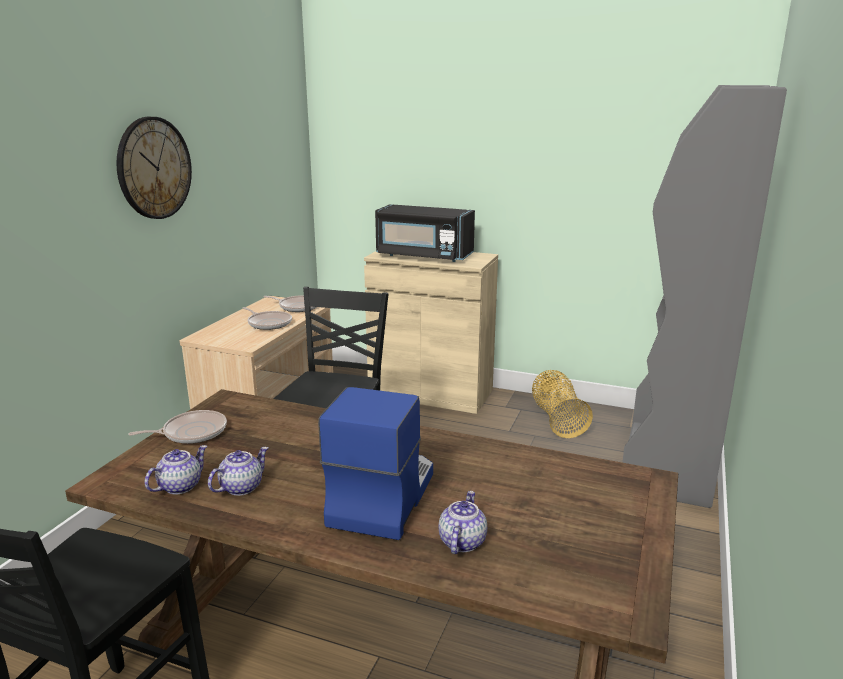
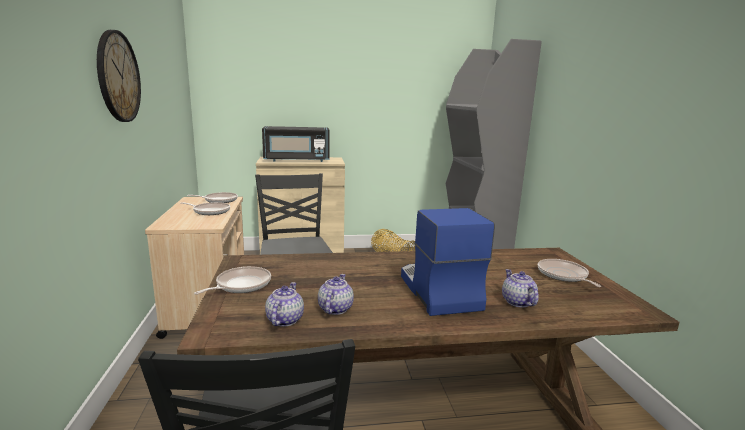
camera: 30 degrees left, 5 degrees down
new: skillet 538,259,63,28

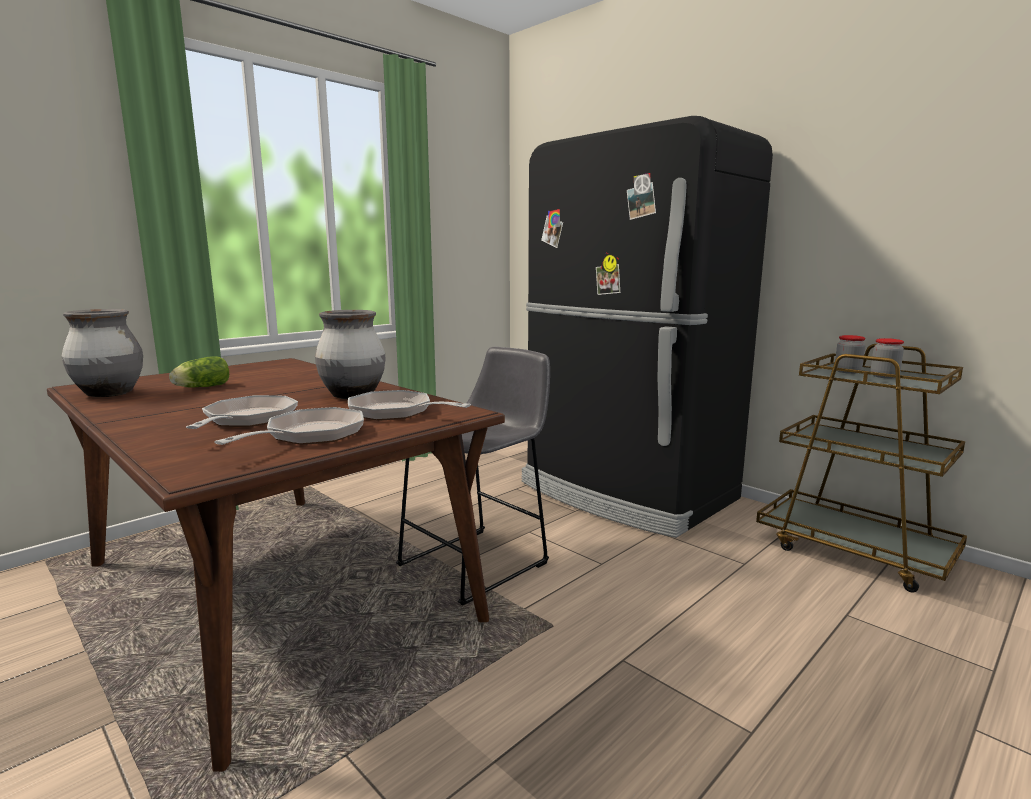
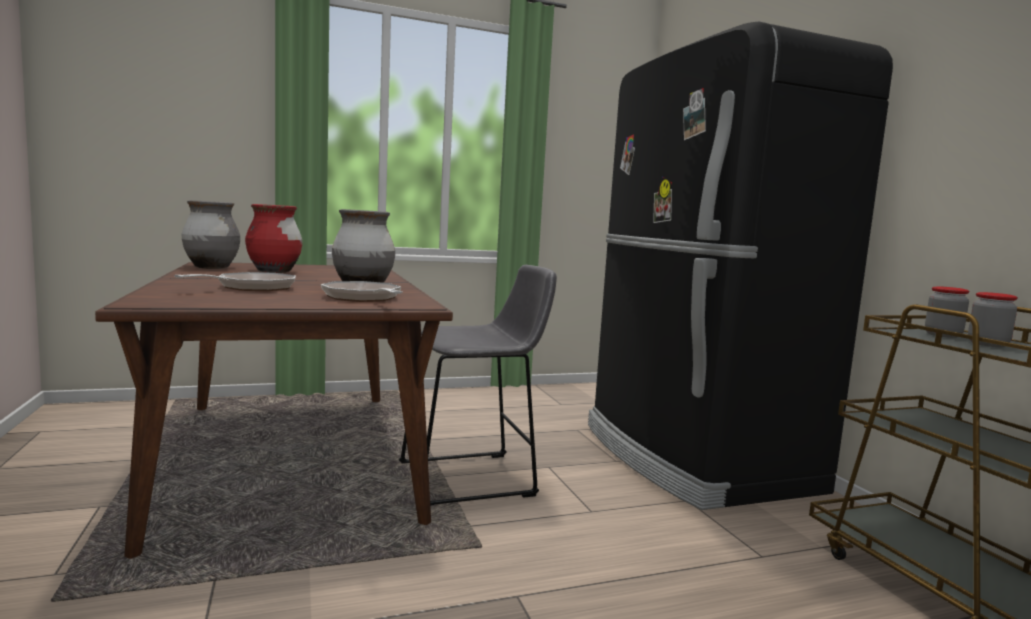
camera: 25 degrees right, 5 degrees down
gone: skillet 214,407,150,38
swapped: lettuce 169,356,60,32 to red-coloured_vase 245,204,57,69

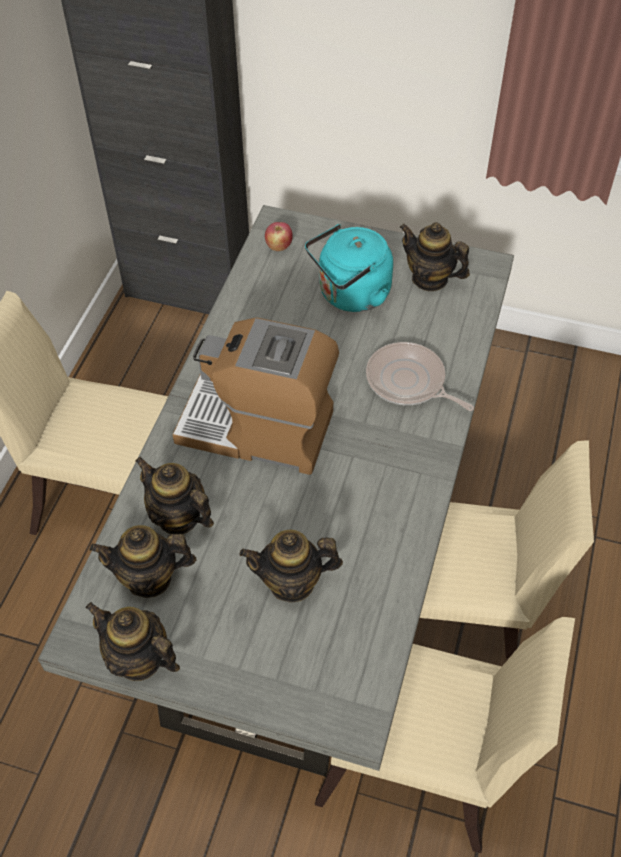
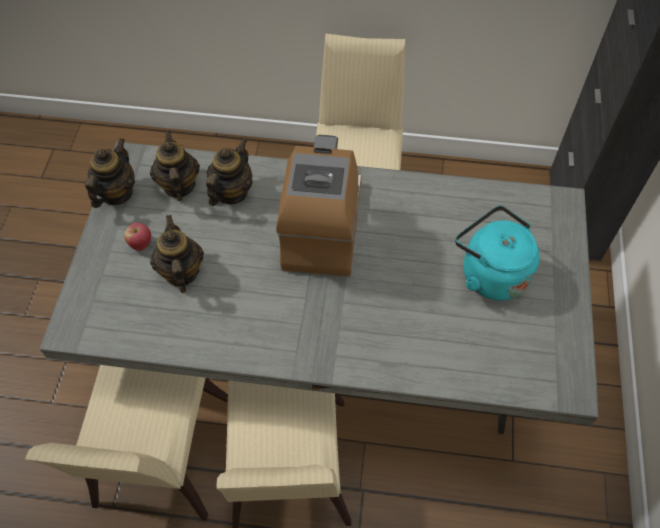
camera: 80 degrees right, 5 degrees up
gone: skillet 366,342,108,69; tea_pot 399,222,71,69
shifted: apple 265,222,28,29 to 124,223,28,28

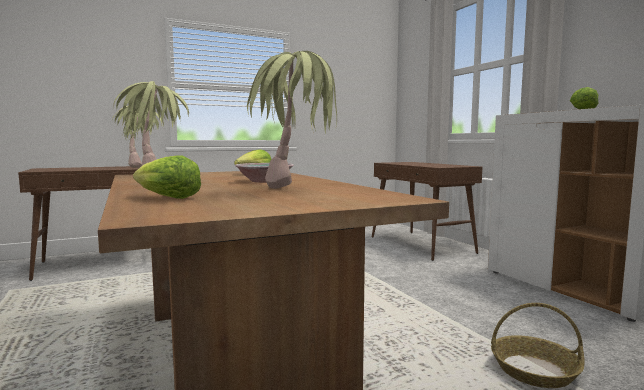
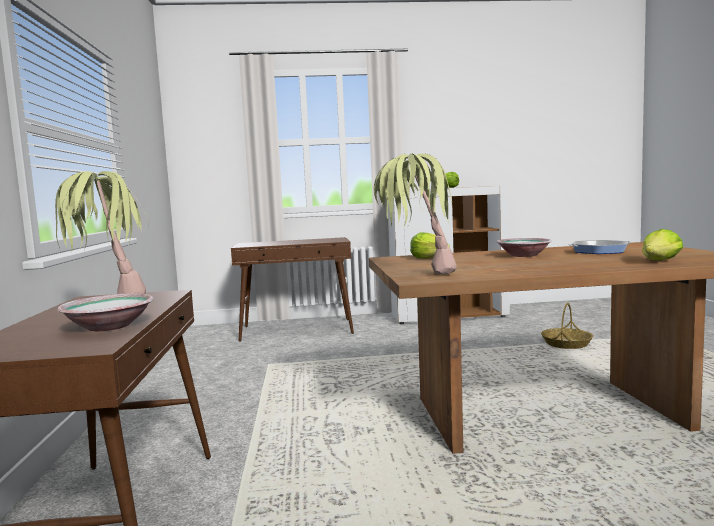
camera: 70 degrees left, 0 degrees up
new: serving_bowl 57,294,97,37
swapped: houseplant 247,51,90,138 to skillet 568,240,63,14

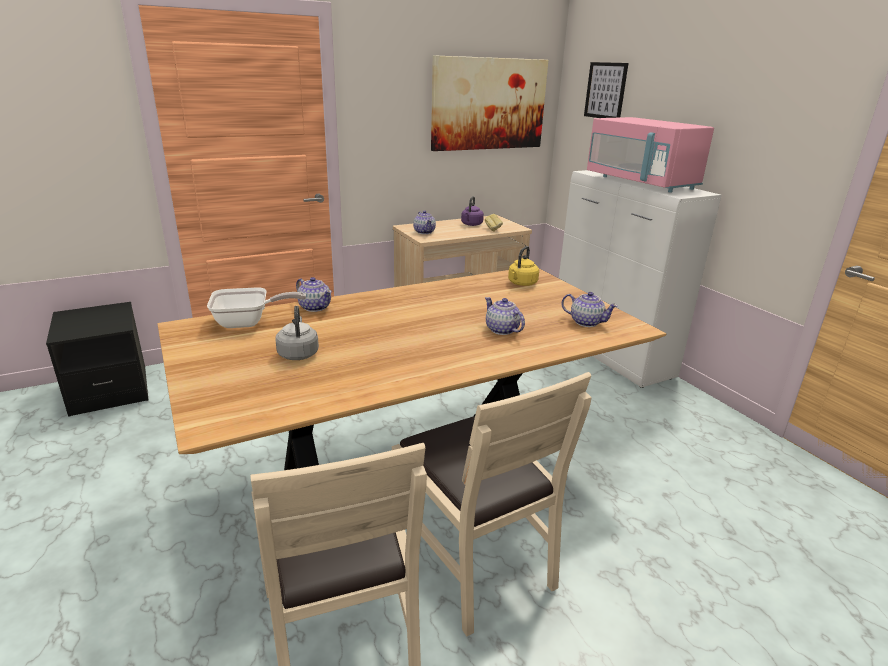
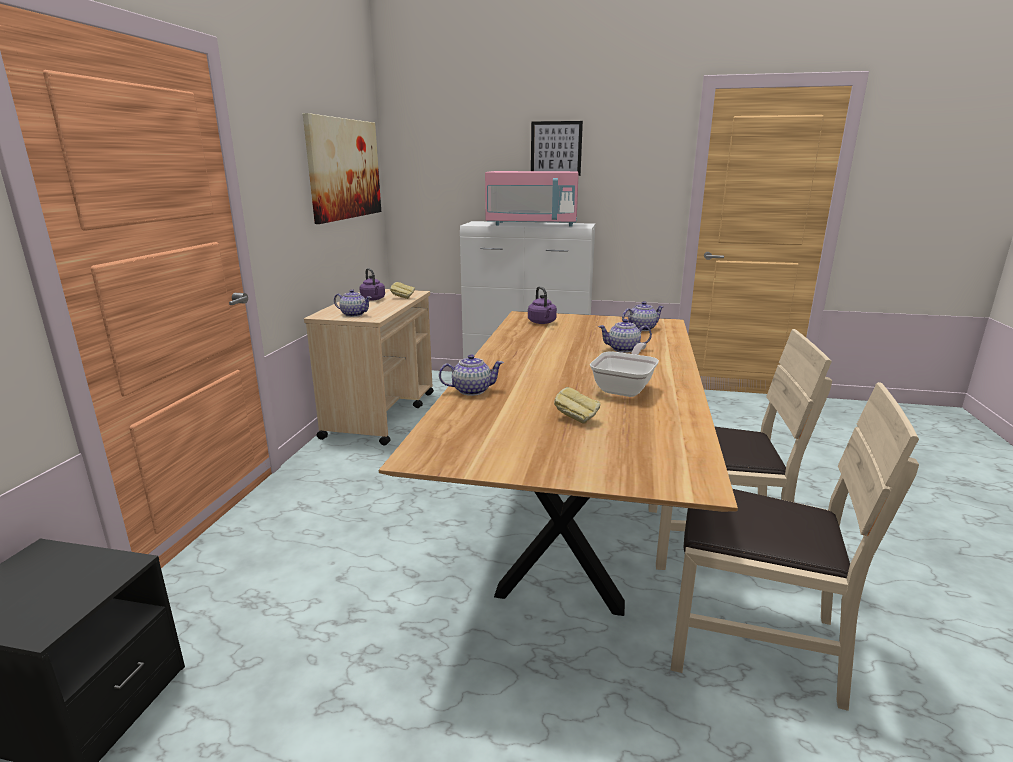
camera: 50 degrees left, 5 degrees down
shifted: skillet 207,288,99,40 to 590,343,69,54; picture 584,62,44,56 to 531,121,52,55
swapped: greyish_kettle 275,306,44,54 to bread 554,387,47,36
repainted: yellow_kettle 508,246,31,40 to purple_kettle 528,286,29,38

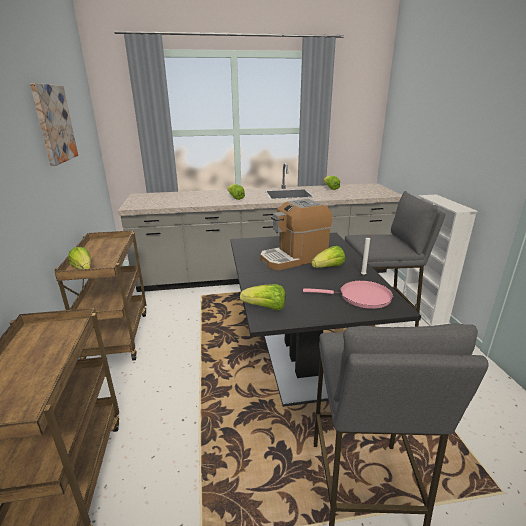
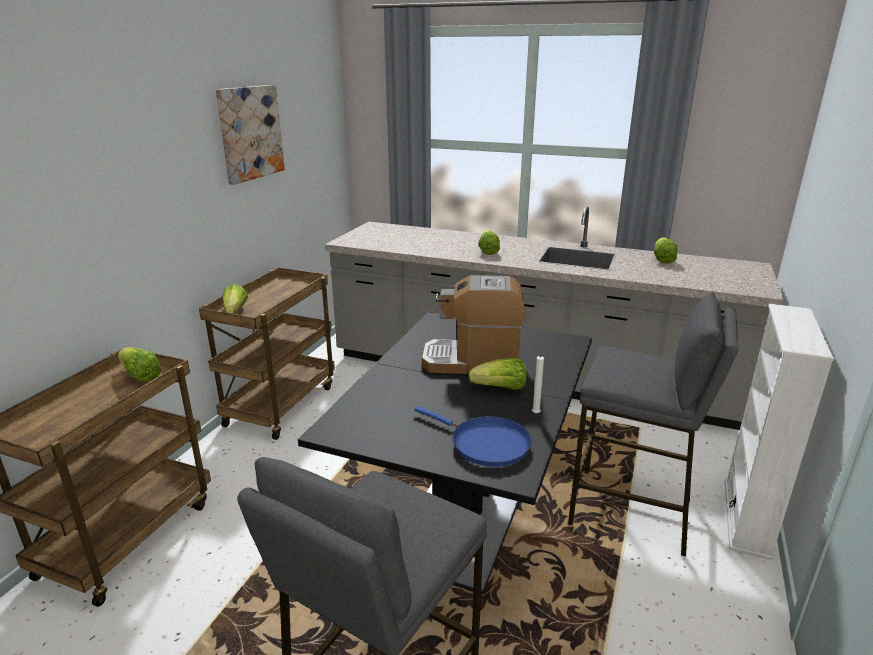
camera: 30 degrees right, 0 degrees up
shifted: lettuce 240,284,45,26 to 118,347,44,35
repainted: pink_skillet 303,281,90,28 to blue-coloured_skillet 414,406,118,61

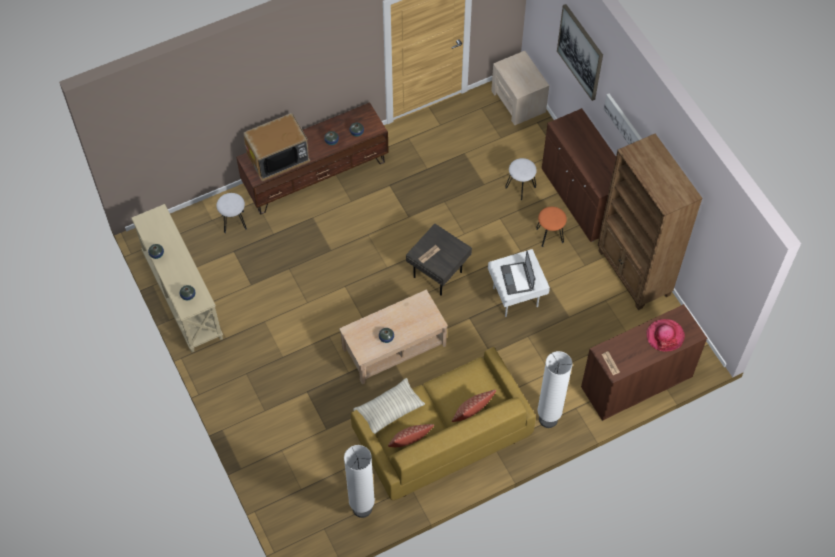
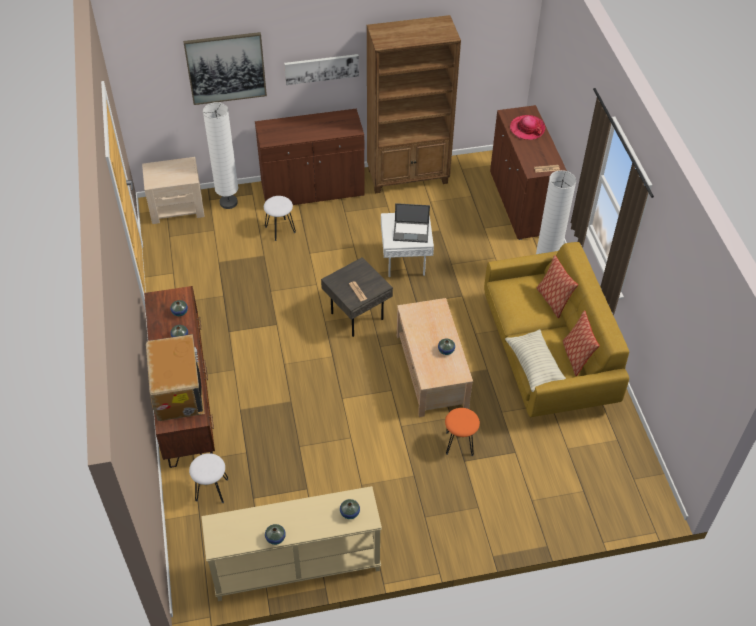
camera: 75 degrees left, 10 degrees down
shifted: whitish_floor_lamp 344,445,31,73 to 203,102,35,107; orange_stool_seat 536,206,31,41 to 445,408,35,48

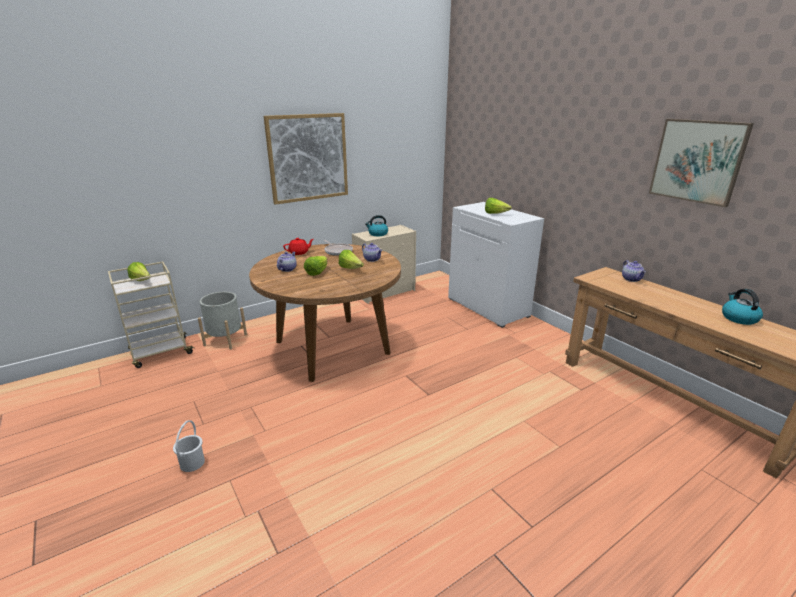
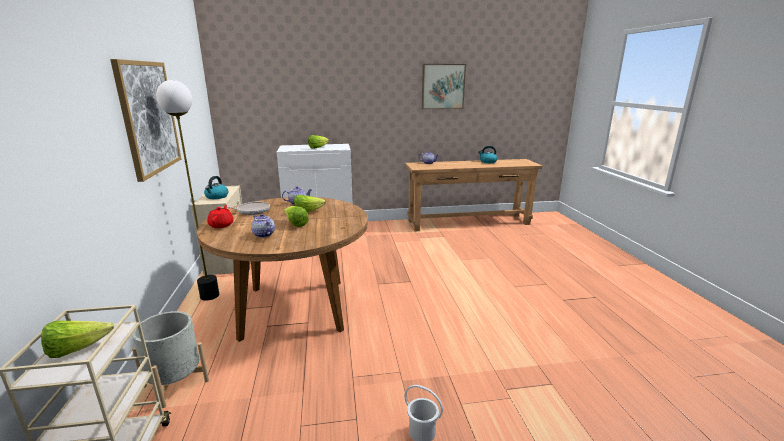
camera: 65 degrees left, 5 degrees down
new: floor_lamp 156,80,63,221

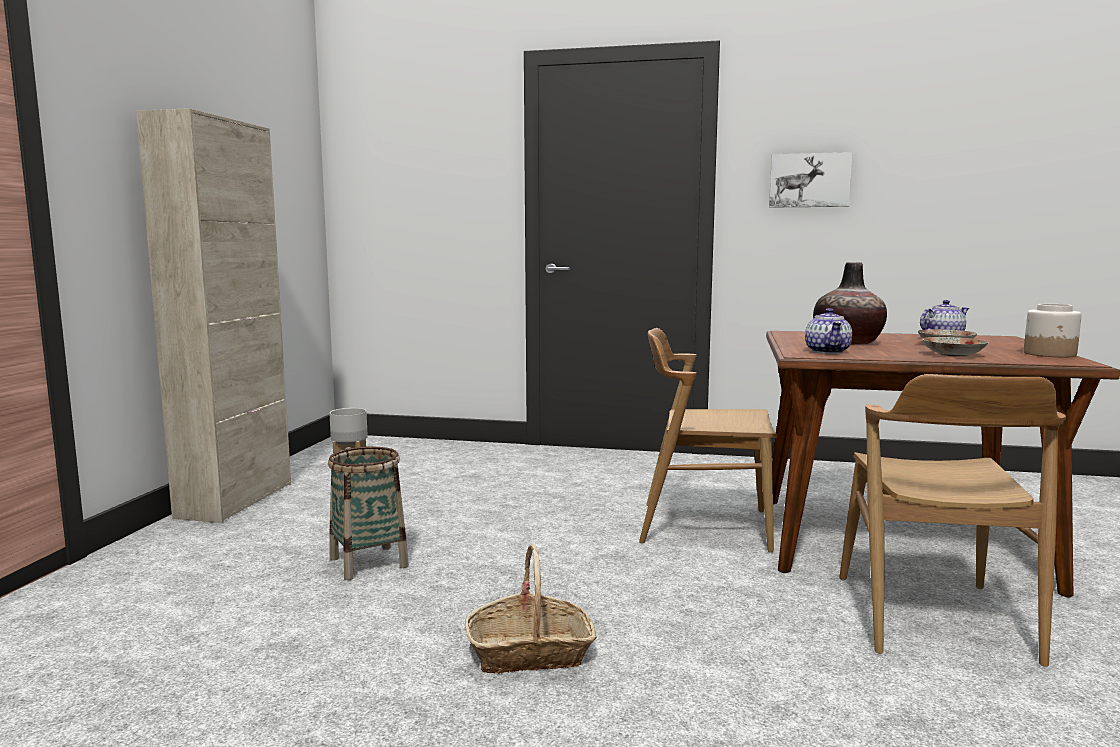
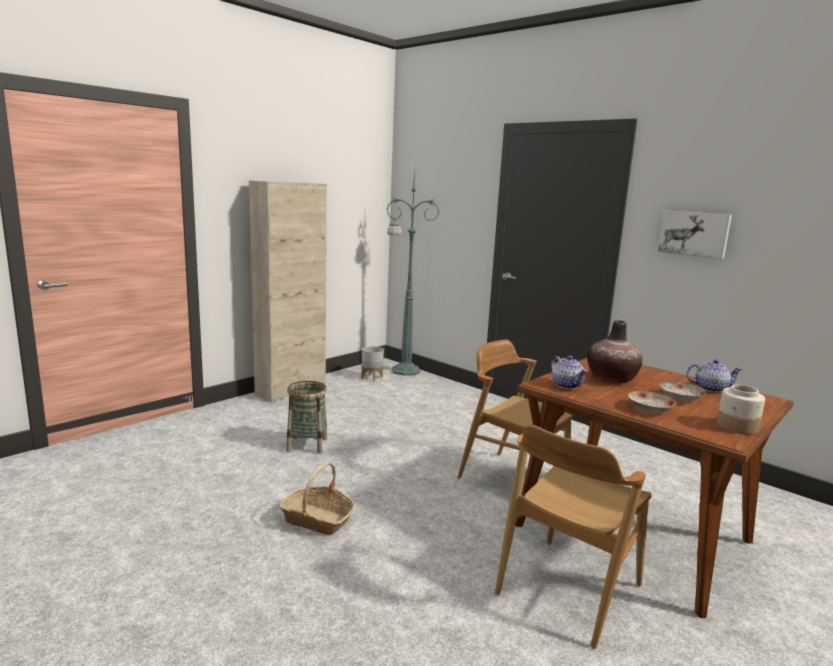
camera: 30 degrees right, 5 degrees up
new: greenish_floor_lamp 387,170,53,206
rotated: tea_pot 805,308,47,46 = 551,355,37,34 60 degrees counterclockwise

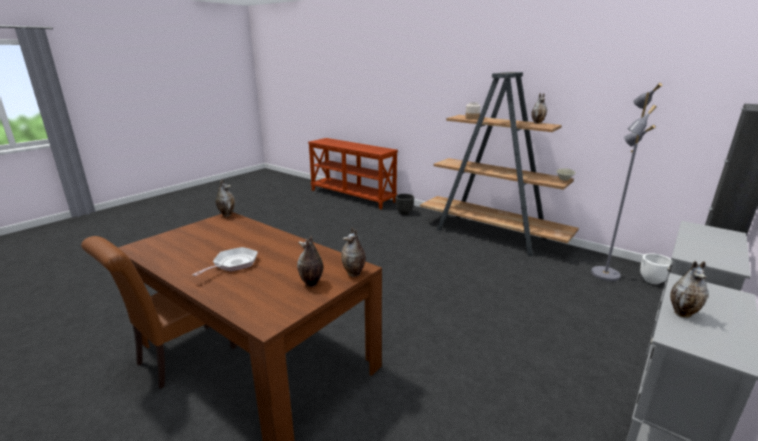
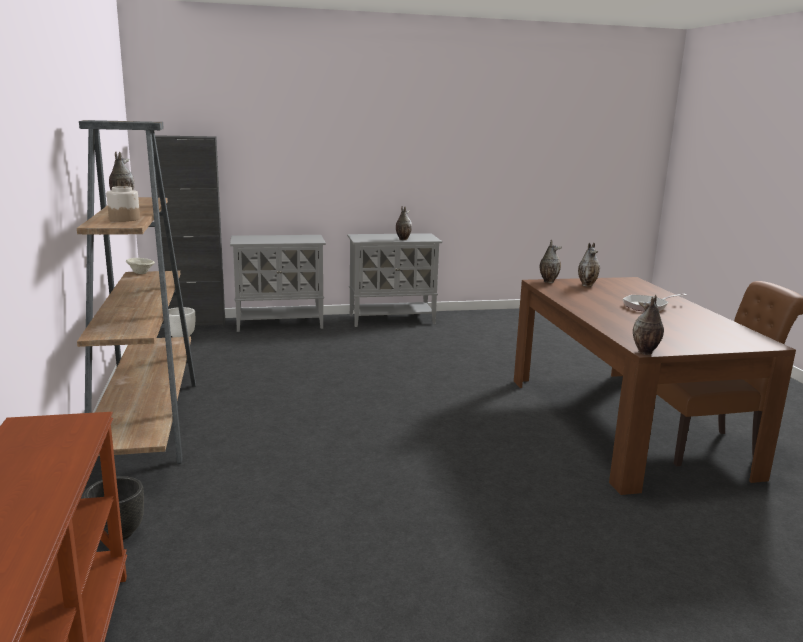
camera: 140 degrees left, 5 degrees down
gone: greyish_floor_lamp 591,83,71,198

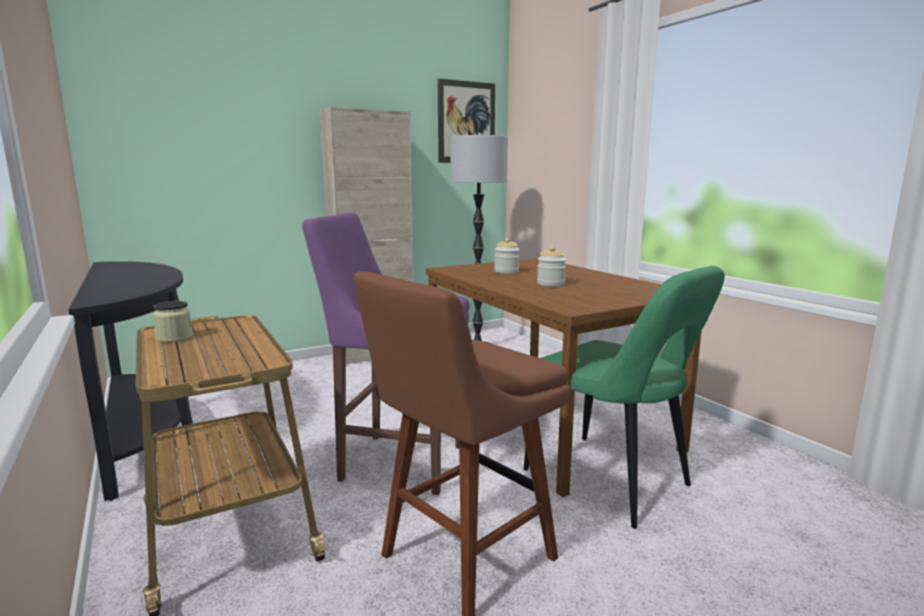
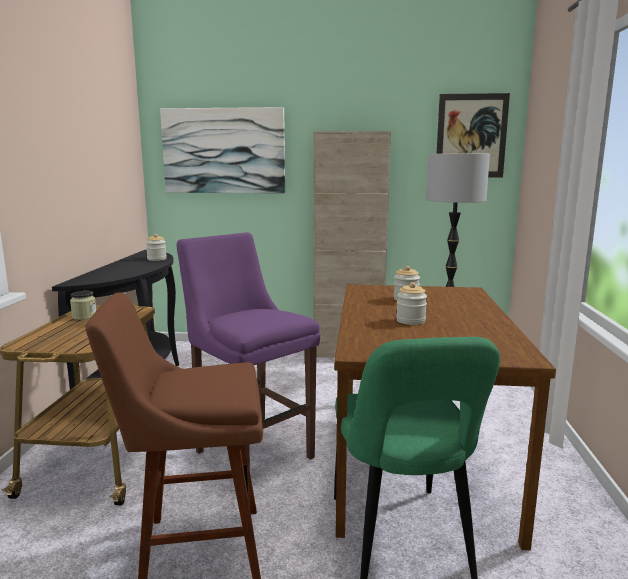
camera: 35 degrees right, 0 degrees up
new: jar 146,234,21,27; picture 160,107,125,86

